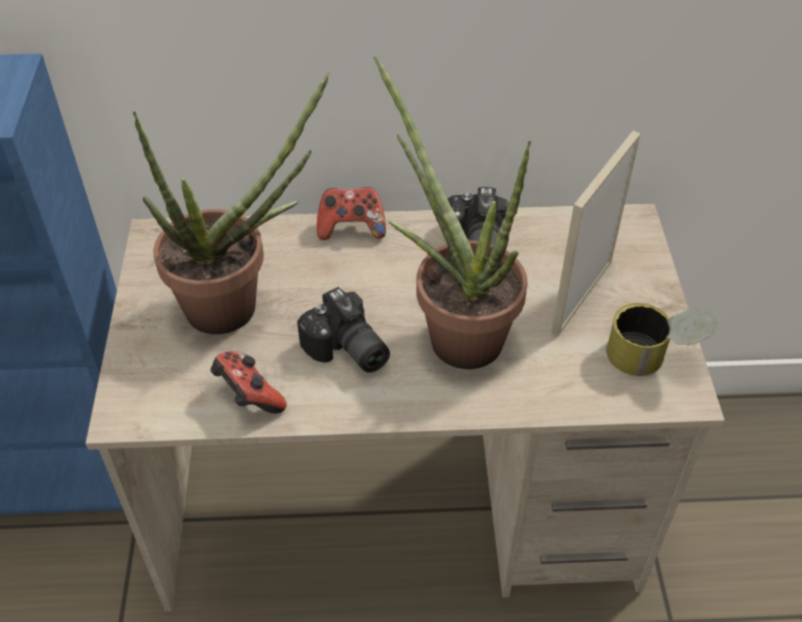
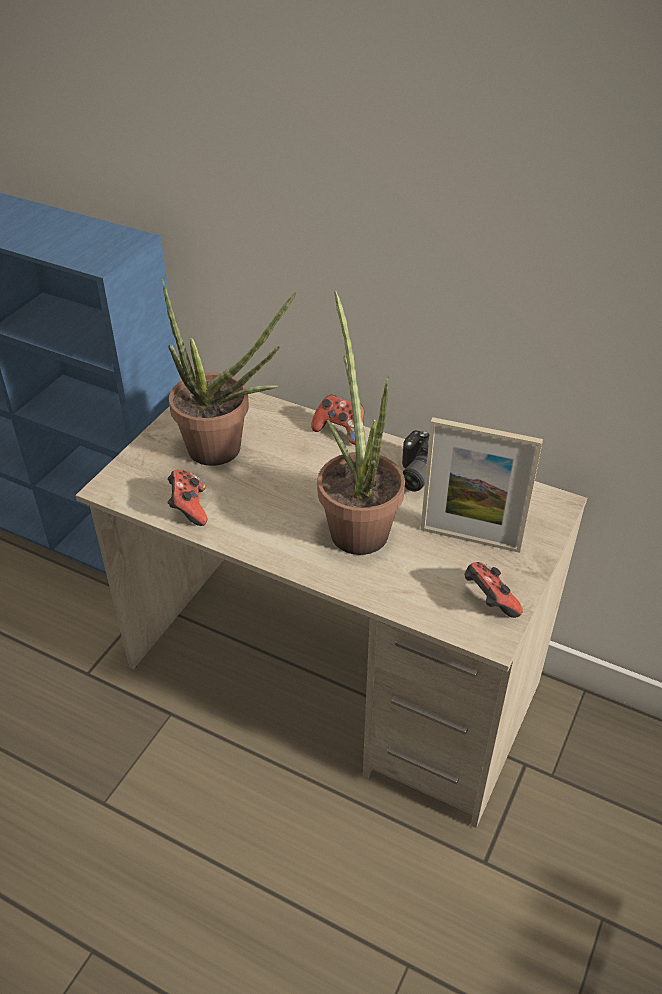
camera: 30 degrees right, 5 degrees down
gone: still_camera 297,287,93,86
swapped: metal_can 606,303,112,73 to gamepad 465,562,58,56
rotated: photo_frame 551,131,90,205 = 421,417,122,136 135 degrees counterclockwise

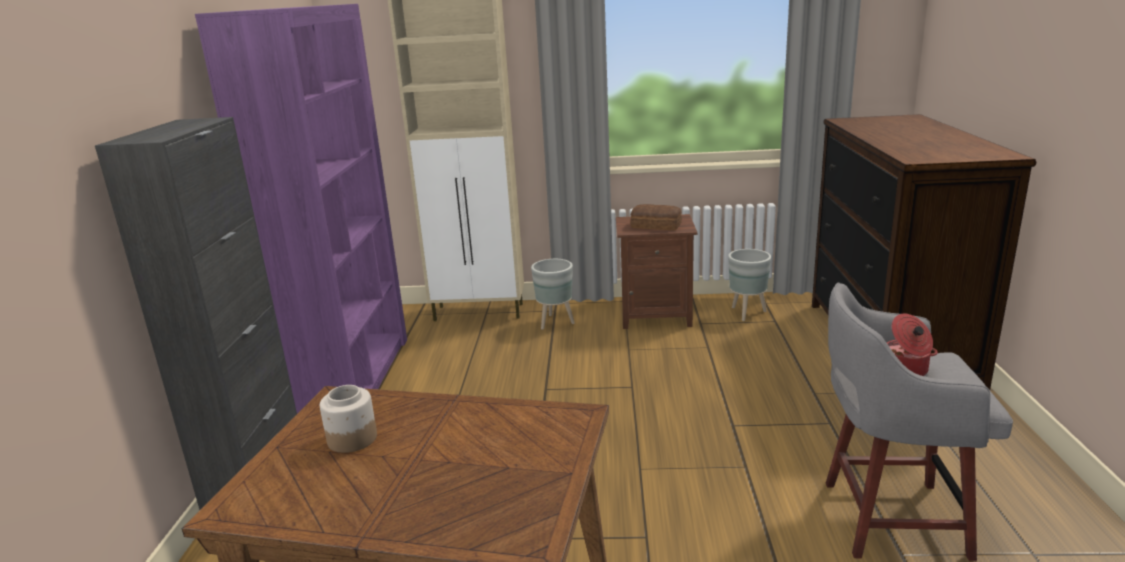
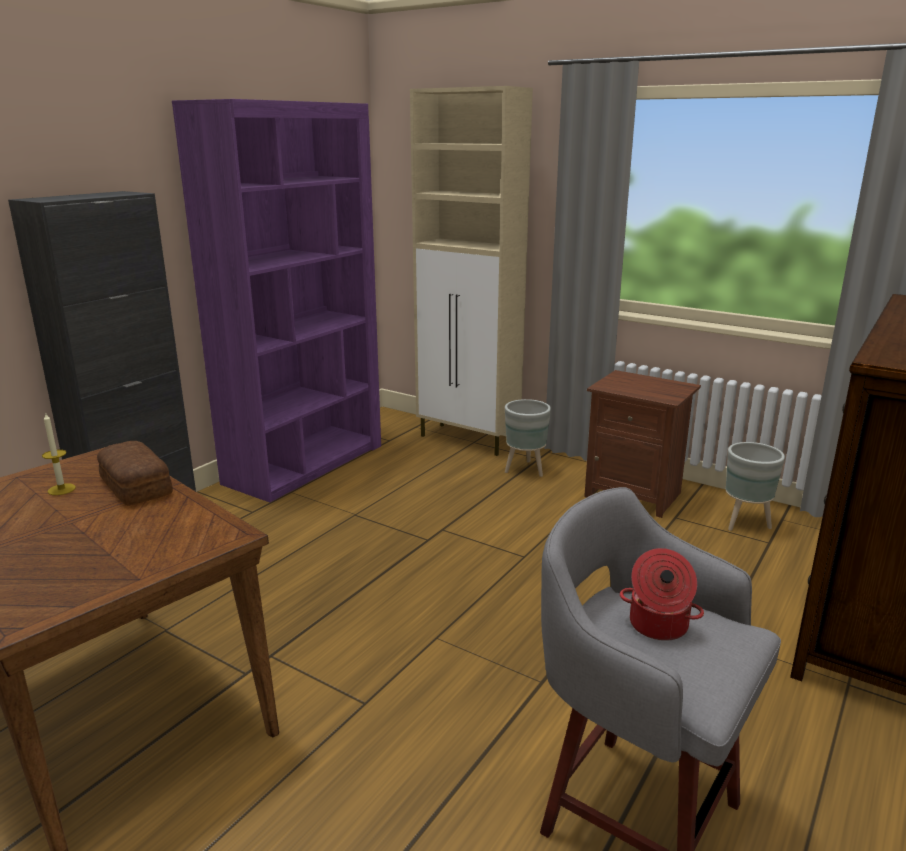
camera: 30 degrees right, 0 degrees up
shifted: bread 630,204,52,26 to 97,441,76,65
swapped: jar 320,385,57,68 to wax_candle 42,412,34,83

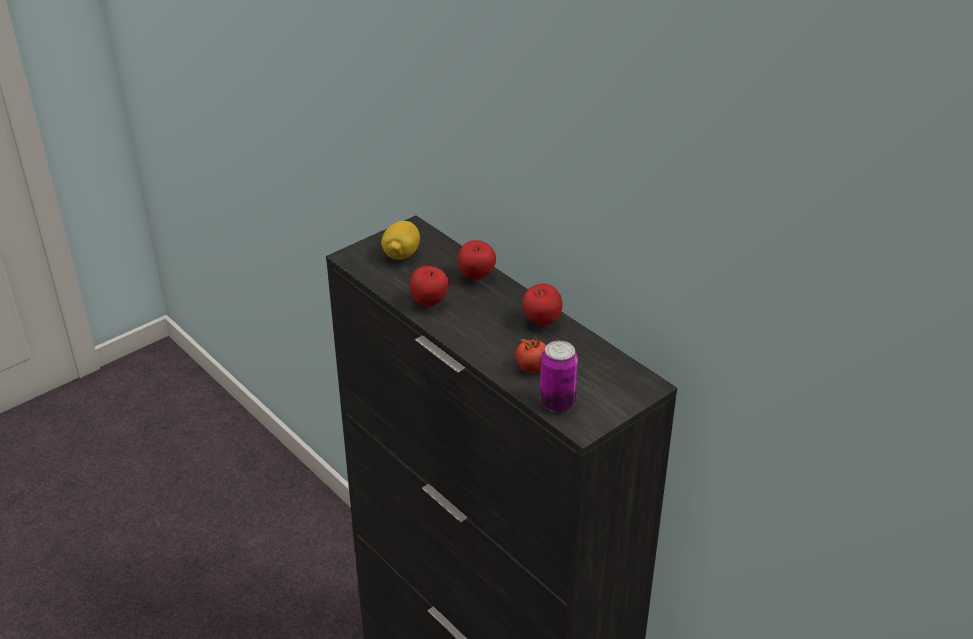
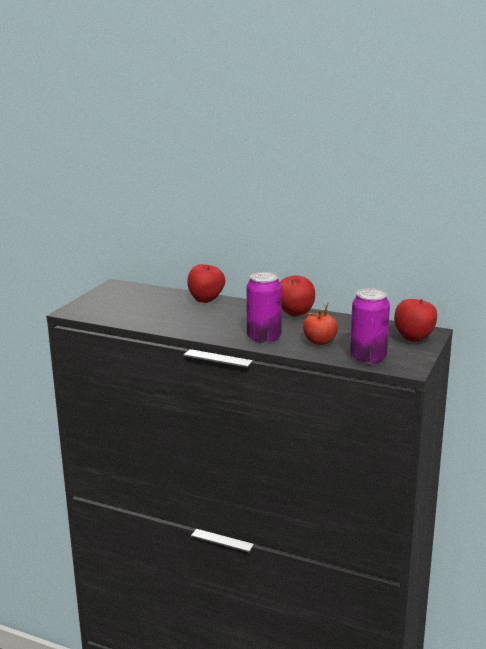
camera: 25 degrees left, 15 degrees down
gone: citrus_fruit 381,221,39,39
new: metal_can 246,272,36,72
shifted: apple 410,266,39,41 to 394,299,43,43

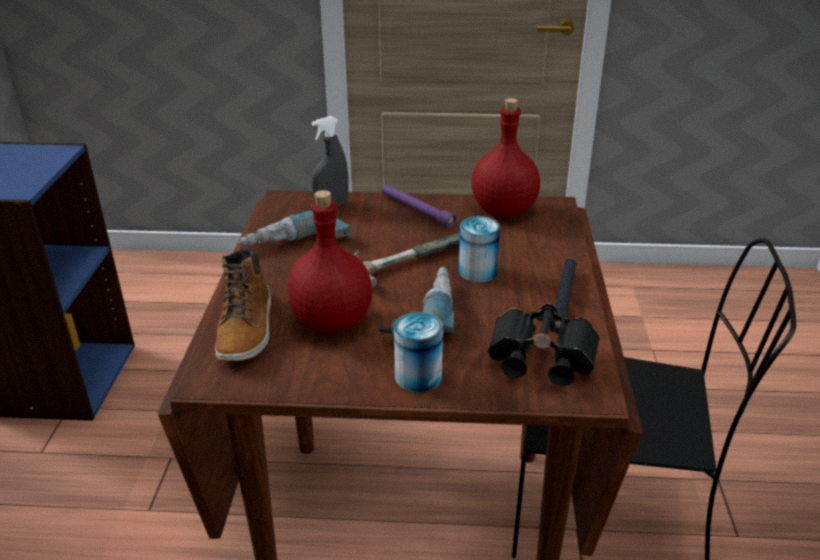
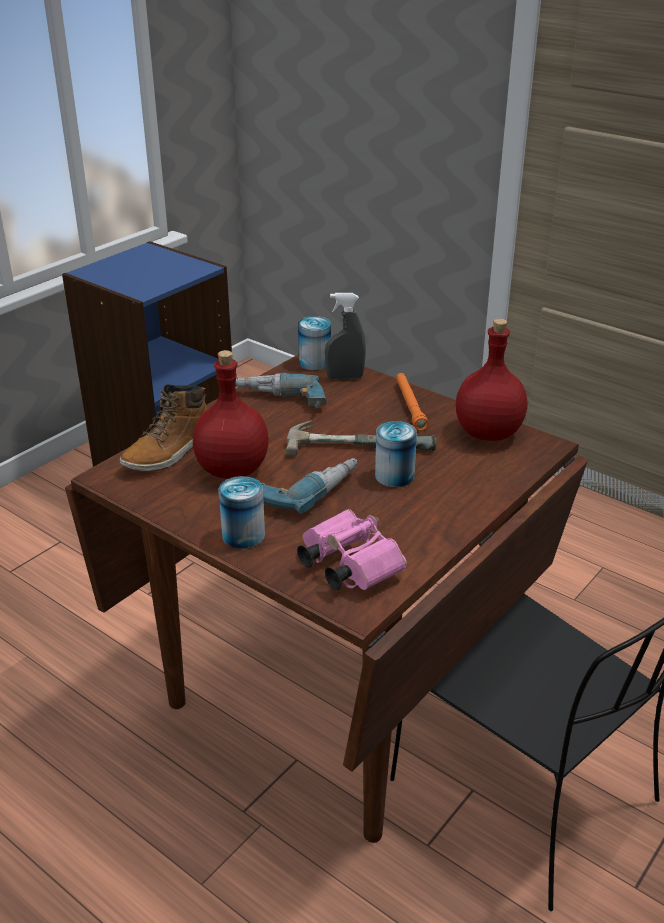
camera: 35 degrees right, 0 degrees up
gone: black-coloured_hand_torch 554,259,22,74
new: metal_can 298,316,33,54
repainted: purple_hand_torch 382,185,75,43 to orange_hand_torch 396,373,33,58; black-coloured_binoculars 488,304,111,82 to pink_binoculars 297,509,110,81

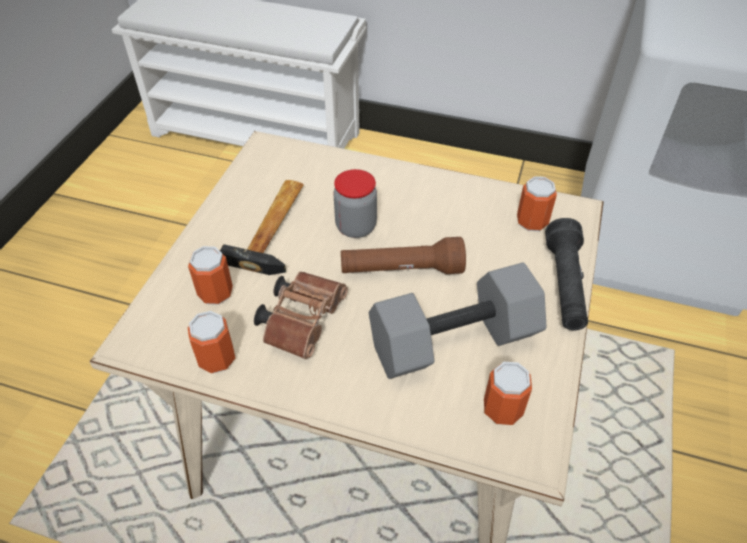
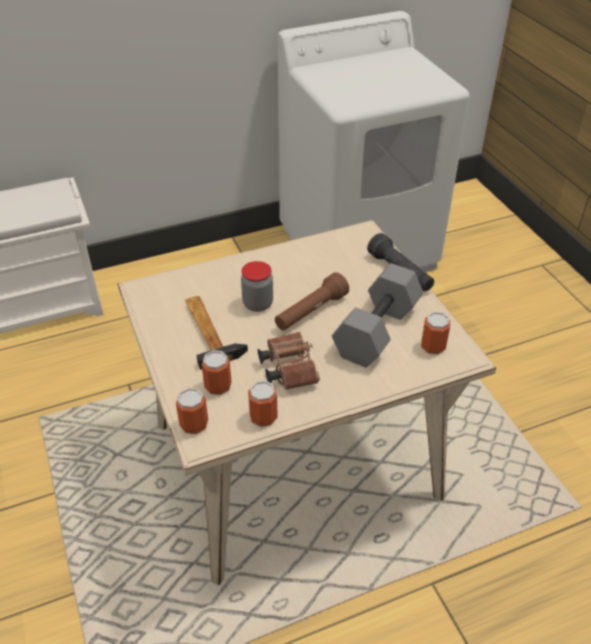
camera: 40 degrees left, 5 degrees down
shifted: metal_can 517,176,40,55 to 176,388,32,46

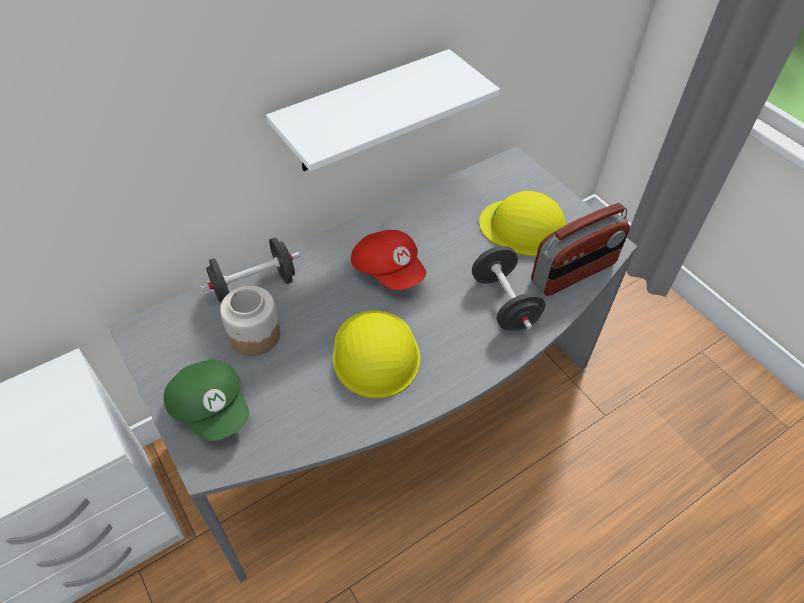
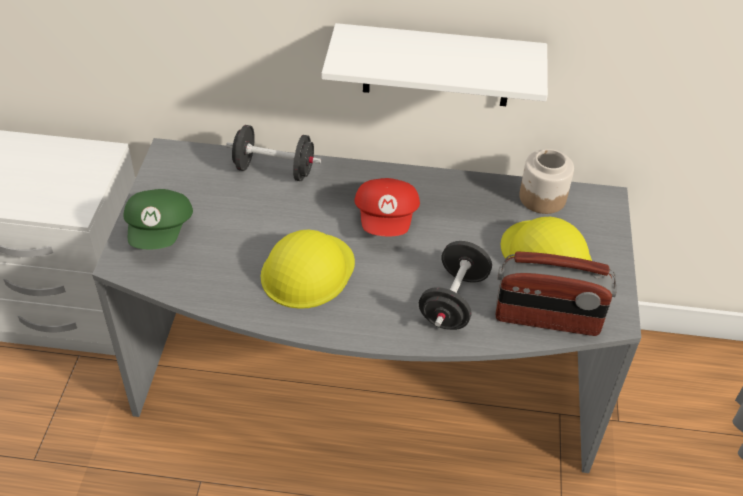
camera: 40 degrees right, 5 degrees down
shifted: jar 220,286,60,70 to 519,149,55,65

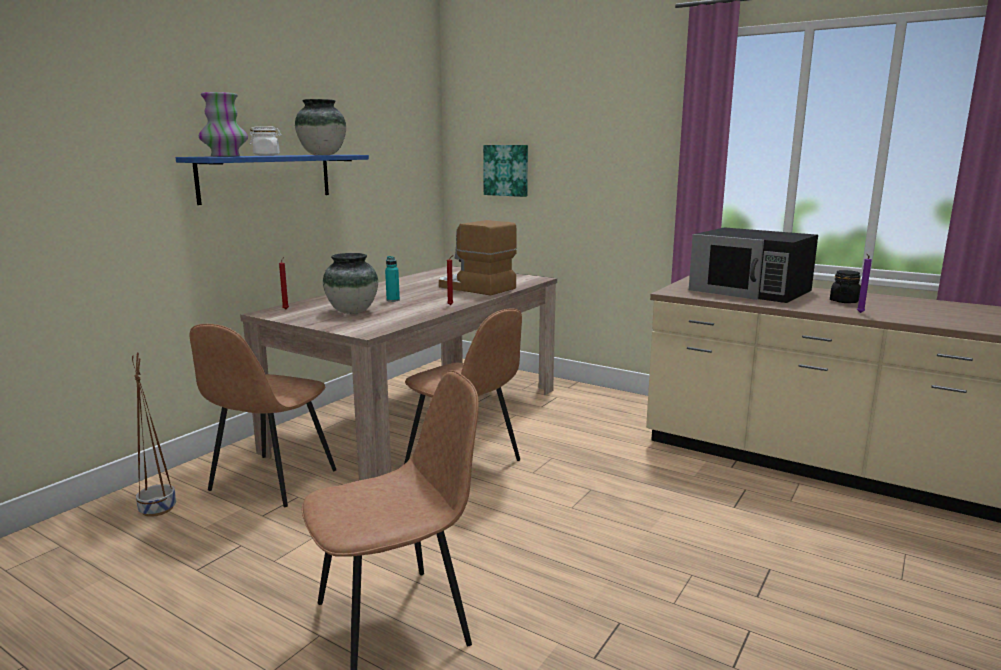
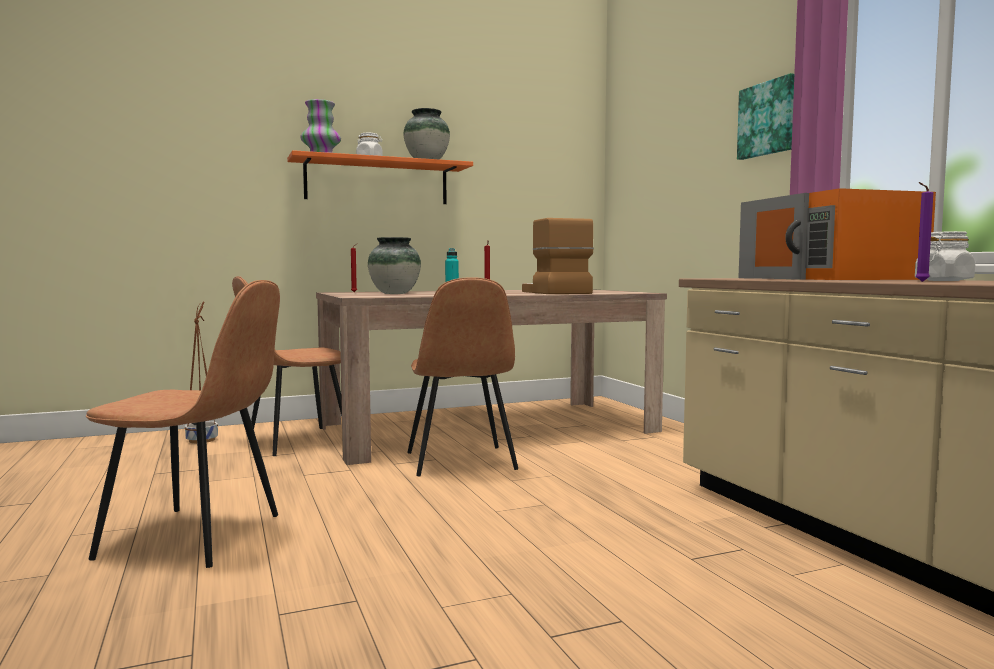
camera: 35 degrees right, 10 degrees down
shifted: picture 483,145,45,52 to 737,73,57,87
repainted: blue-coloured_shelf 176,155,193,50 to orange_shelf 287,150,186,54; black-coloured_microwave 689,227,129,76 to orange_microwave 738,188,198,92; black-coloured_jar 830,270,31,33 to whitish_jar 915,231,60,50

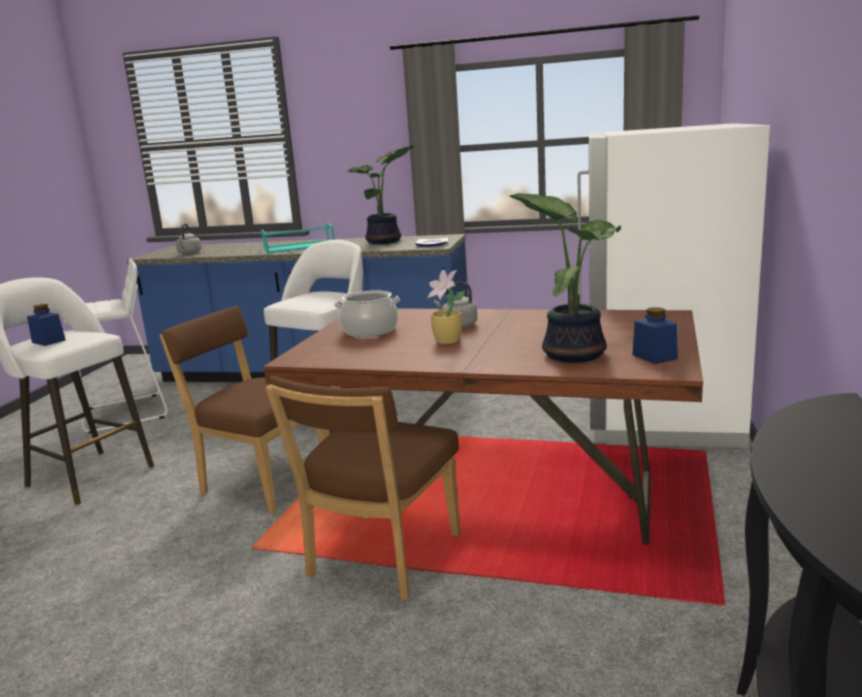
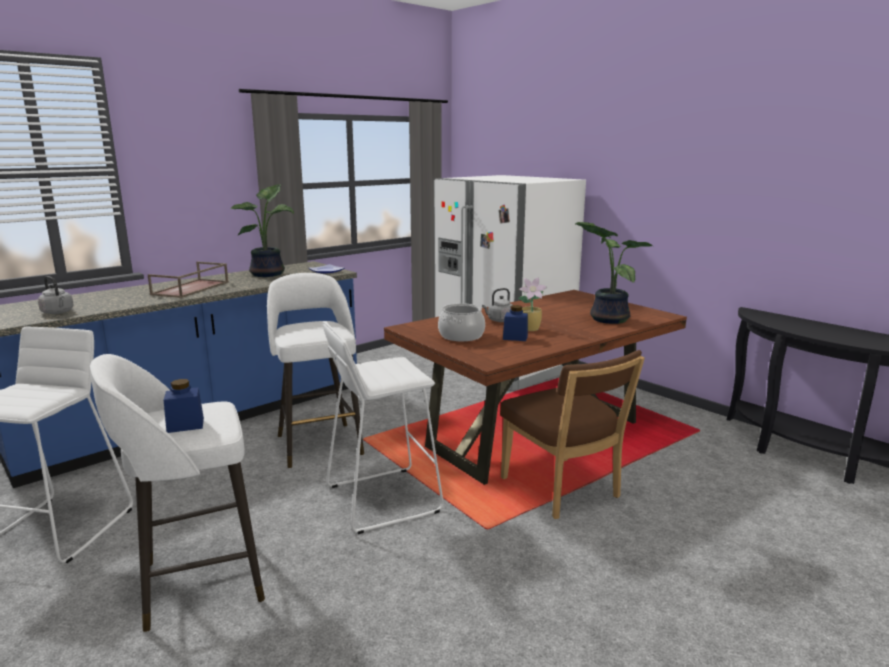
camera: 55 degrees left, 0 degrees up
shifted: blue-coloured_jar 632,307,46,57 to 503,305,25,36
swapped: brown_upright_chair 160,306,168,208 to whitish_stool_seat 323,322,121,212
repainted: turquoise-coloured_carrying_tray 262,223,73,30 to brown_carrying_tray 147,261,82,37

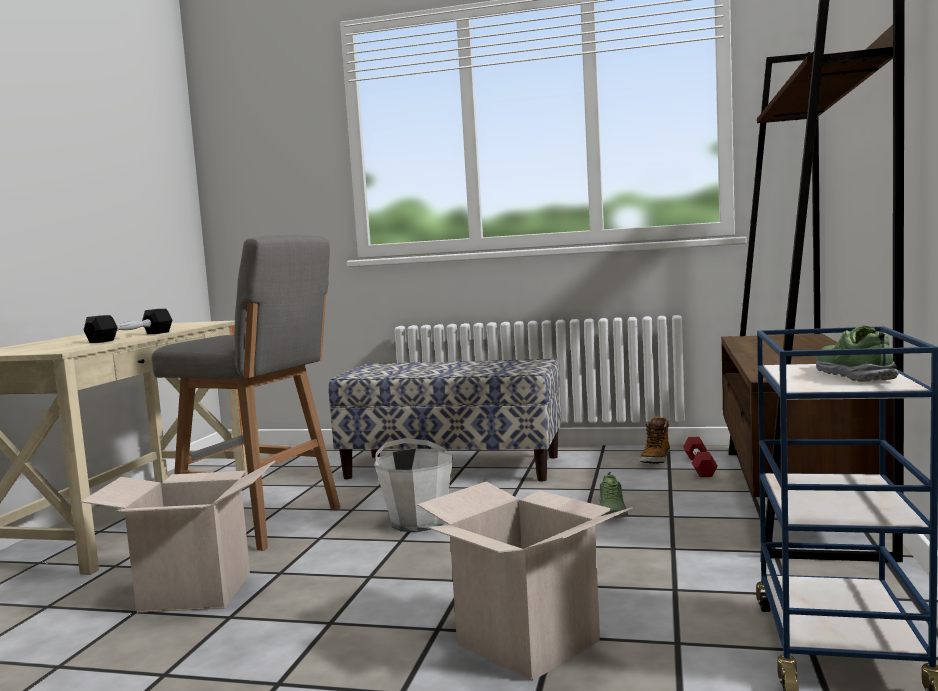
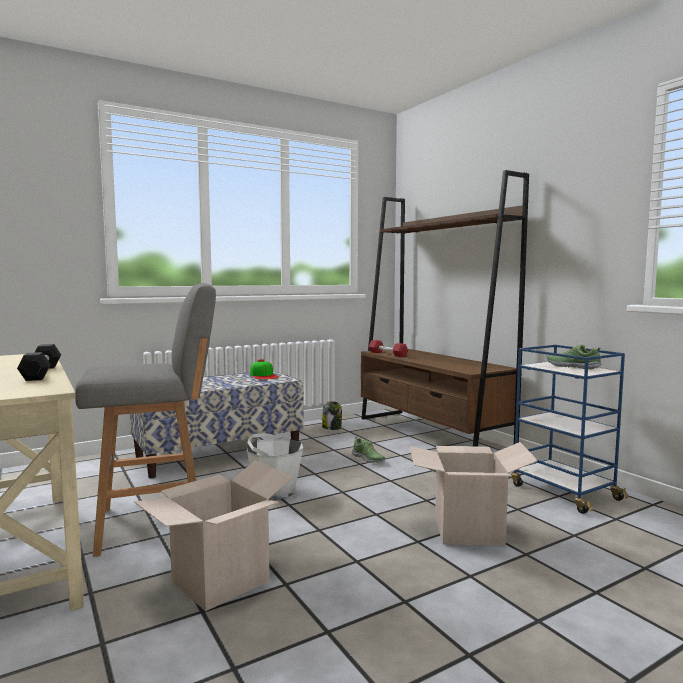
camera: 45 degrees left, 0 degrees up
new: peaked_cap 250,359,29,21
shifted: red-coloured_free_weight 683,437,35,40 to 369,340,39,17
swapped: tall_boot 639,416,31,48 to jar 322,401,20,29

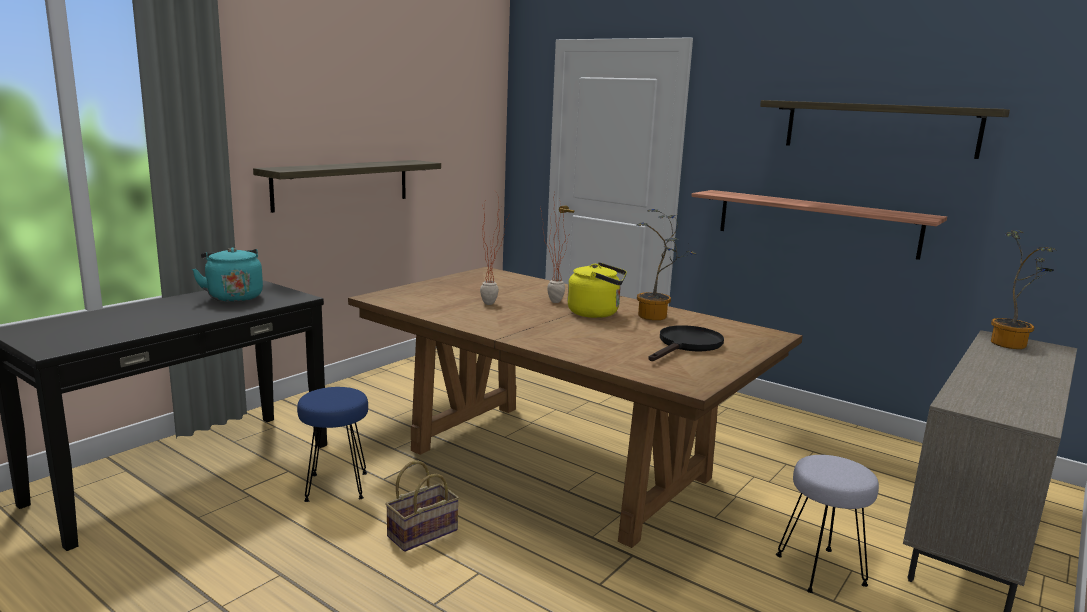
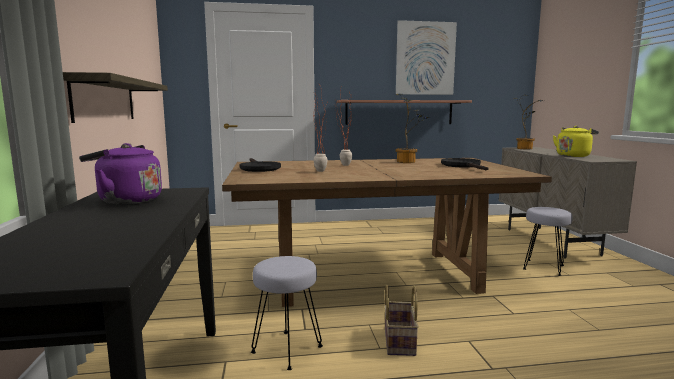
camera: 45 degrees left, 5 degrees down
new: black-coloured_skillet 240,158,41,14
shifted: yellow_kettle 567,262,60,56 to 553,126,46,31
swapped: shelf 760,100,250,59 to picture 396,20,61,75
repainted: turquoise-coloured_kettle 192,247,71,55 to purple_kettle 79,143,83,61; blue-coloured_stool_seat 297,387,71,115 to greyish_stool_seat 251,256,72,114

